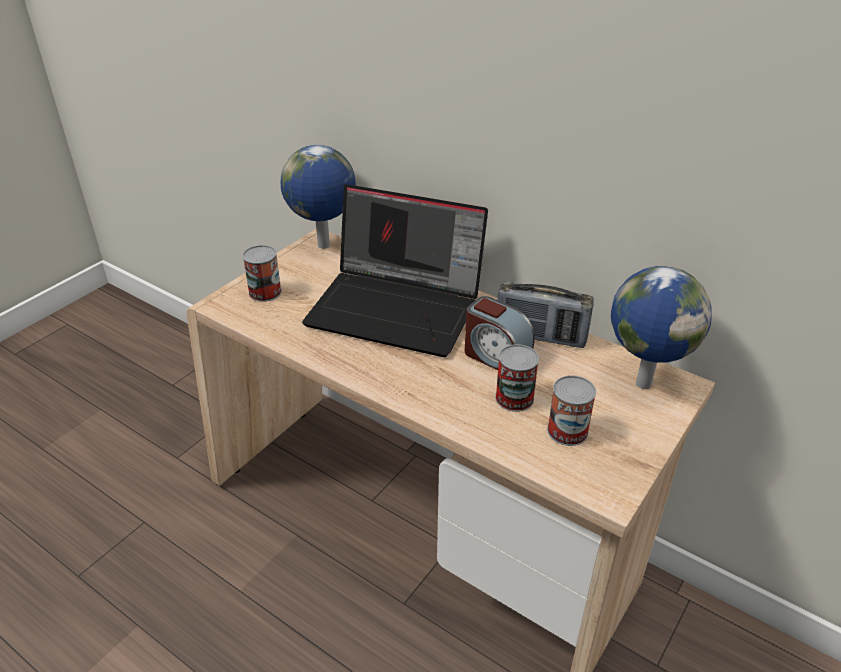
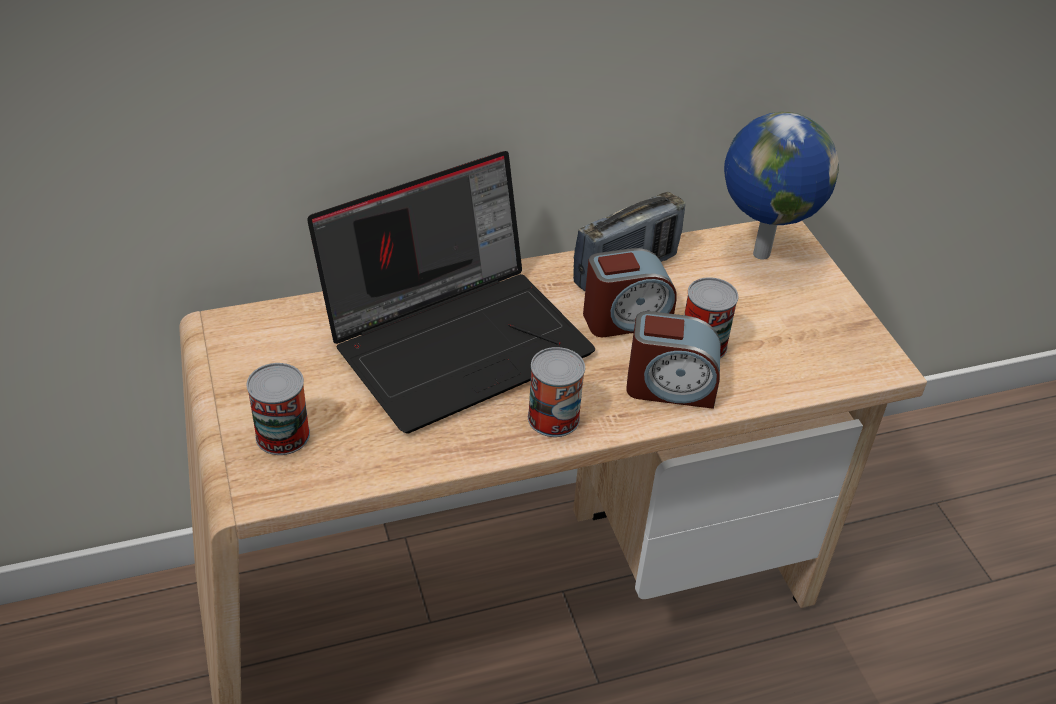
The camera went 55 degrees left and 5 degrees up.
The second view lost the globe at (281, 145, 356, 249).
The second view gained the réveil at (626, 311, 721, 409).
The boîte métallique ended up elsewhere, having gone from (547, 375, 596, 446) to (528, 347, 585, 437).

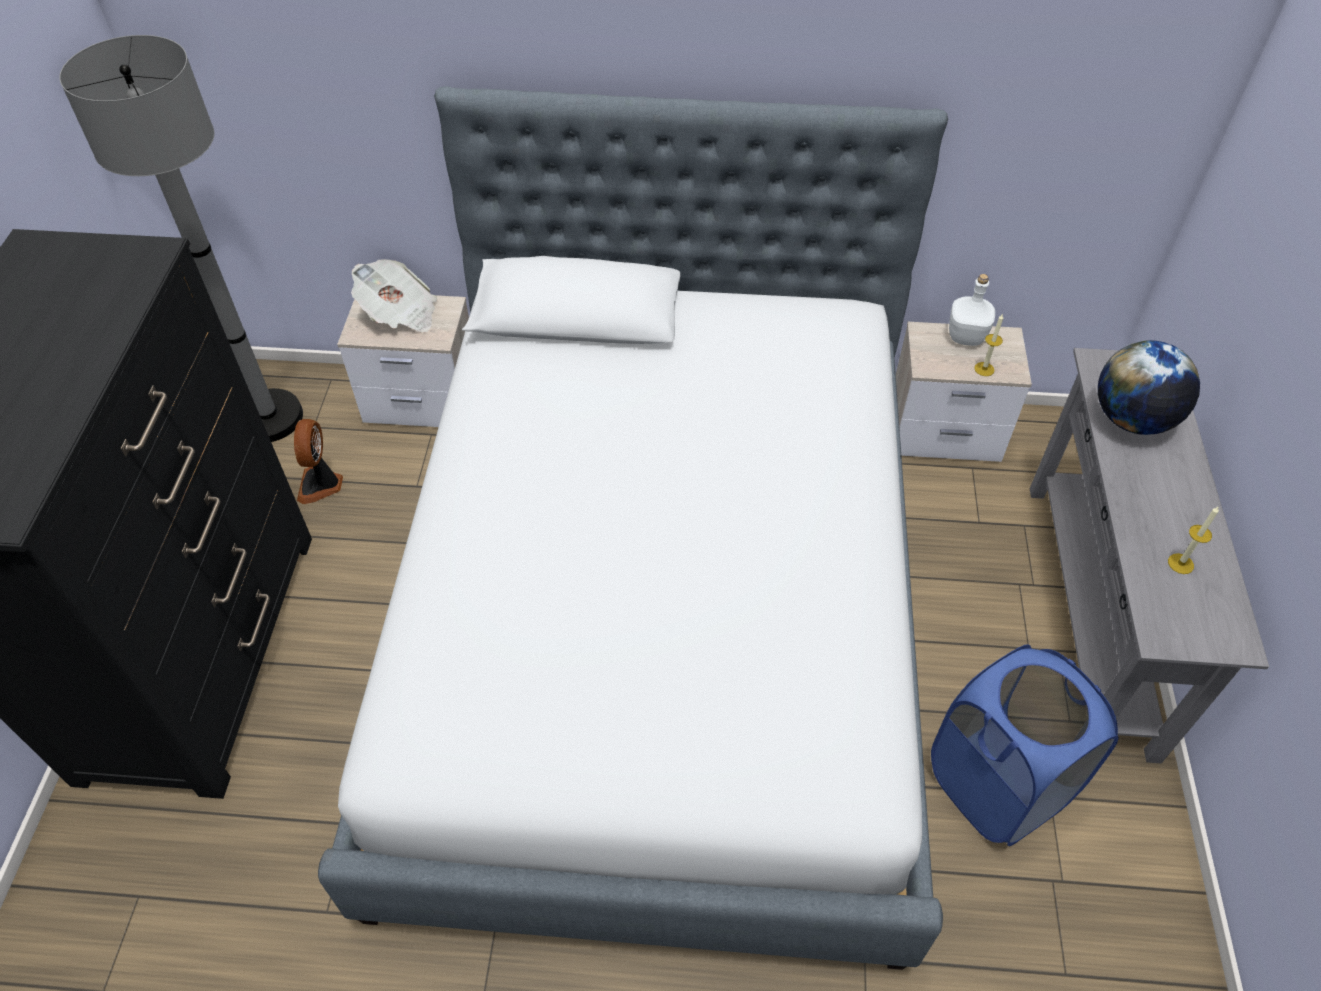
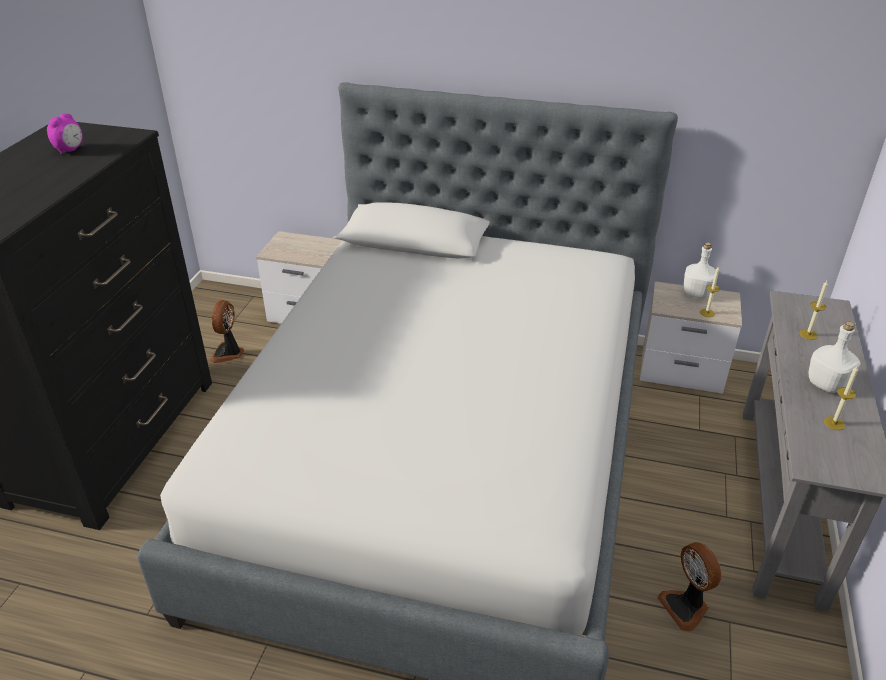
The camera went 10 degrees right and 15 degrees down.
The second view lost the lampadaire (gris) at (59, 35, 303, 442).
The second view lost the journal at (351, 259, 437, 333).
The second view gained the réveil at (47, 113, 83, 154).
The second view gained the bouteille (blanc) at (809, 321, 861, 393).
Where the panier à linge (bleu) stood at (931, 644, 1118, 846), the ventilateur came to stand at (657, 542, 721, 632).
Where the globe stood at (1098, 340, 1200, 435), the bougie came to stand at (799, 281, 828, 340).

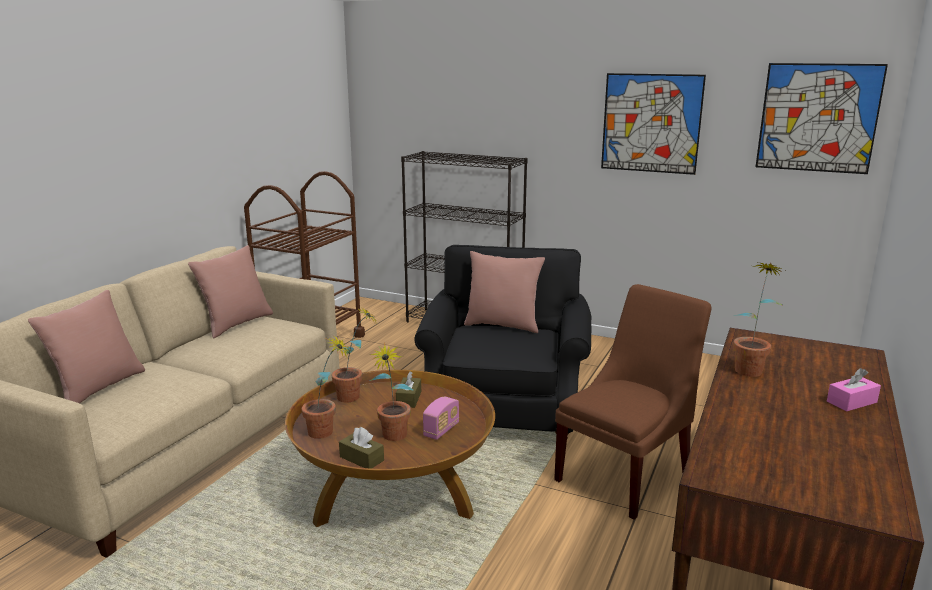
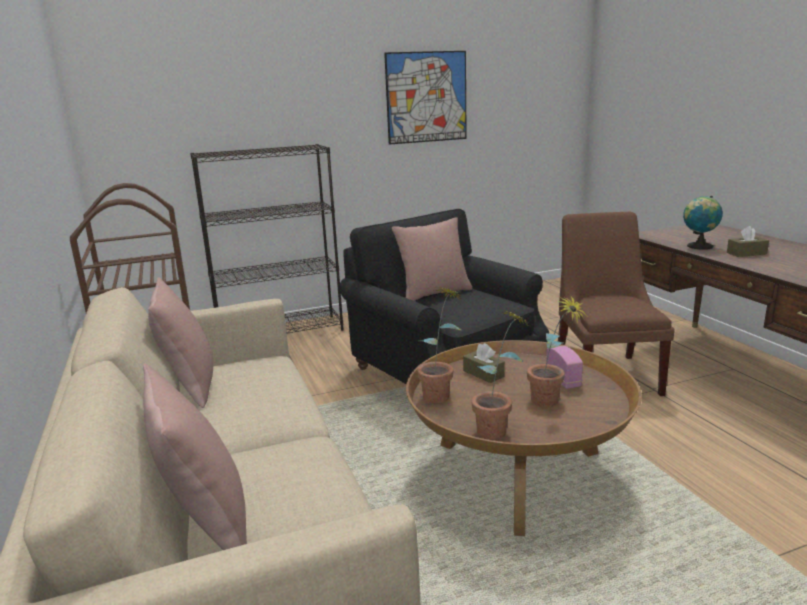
The camera went 45 degrees left and 0 degrees up.
The second view lost the tableau at (756, 63, 888, 174).
The second view lost the boîte à mouchoirs (rose) at (827, 368, 881, 411).
The boîte à mouchoirs (marron) ended up elsewhere, having gone from (339, 427, 384, 469) to (727, 226, 769, 257).
Where the plante en pot stood at (733, 262, 785, 377), the globe came to stand at (683, 196, 723, 250).

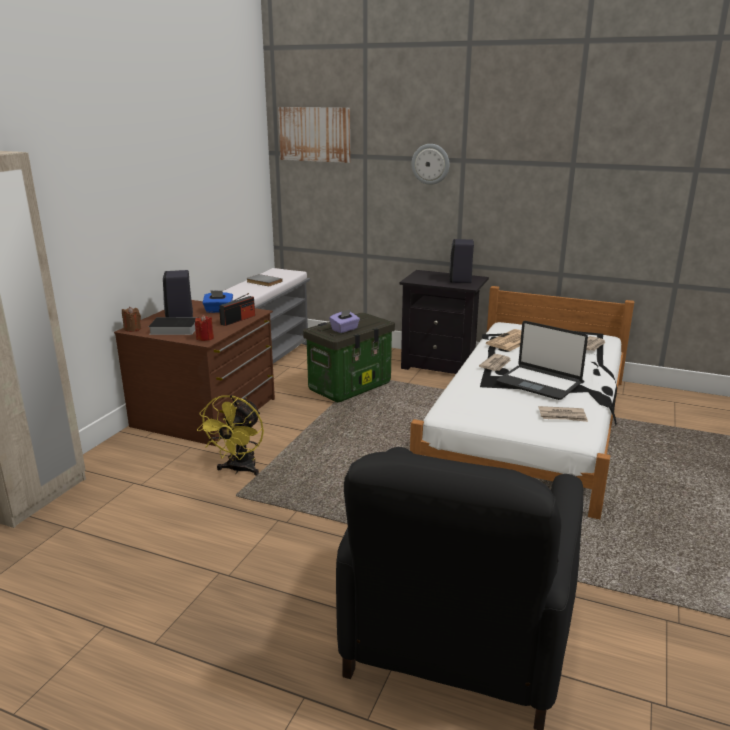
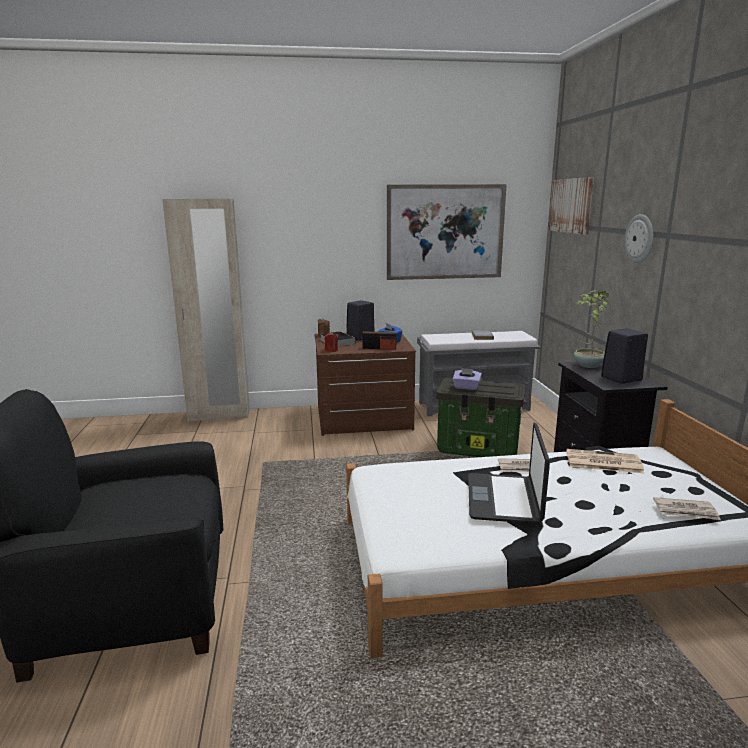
The camera went 60 degrees right and 5 degrees down.
The second view lost the ventilateur (jaune) at (197, 395, 264, 476).
The second view lost the journal at (539, 406, 588, 422).
The second view gained the tableau at (387, 184, 507, 280).
The second view gained the plante en pot at (574, 291, 609, 368).

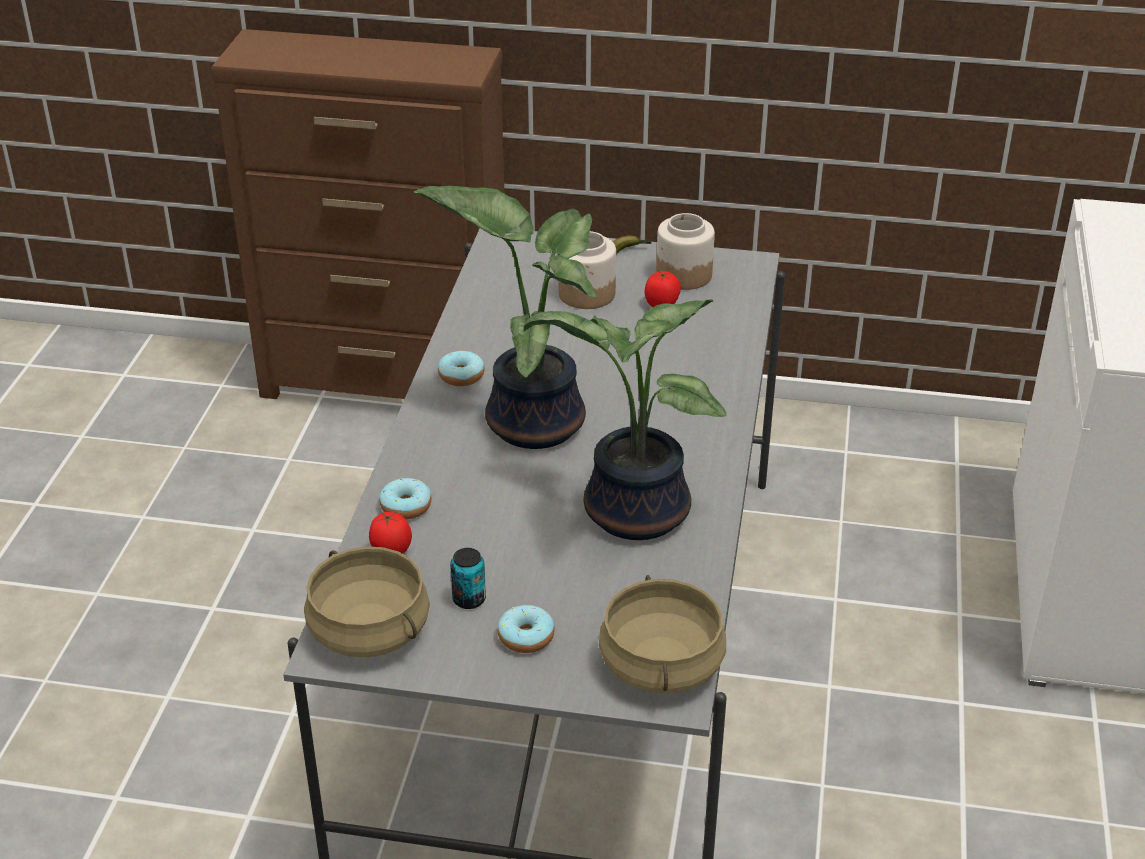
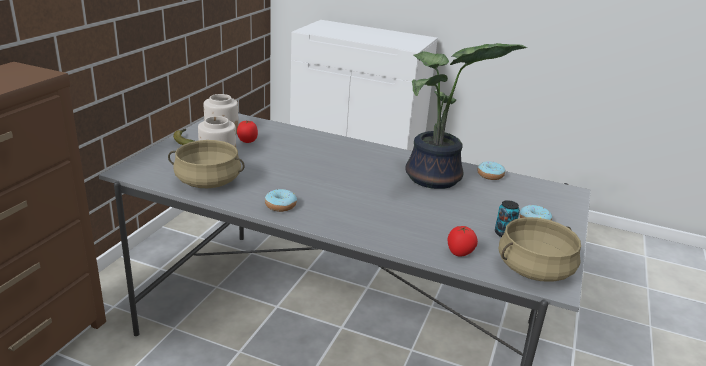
The camera went 80 degrees left and 10 degrees down.
The second view lost the plante en pot at (414, 186, 597, 449).
The beignet ended up elsewhere, having gone from (379, 478, 432, 520) to (477, 161, 505, 180).
The marmite (beige) ended up elsewhere, having gone from (599, 575, 726, 694) to (168, 140, 245, 188).

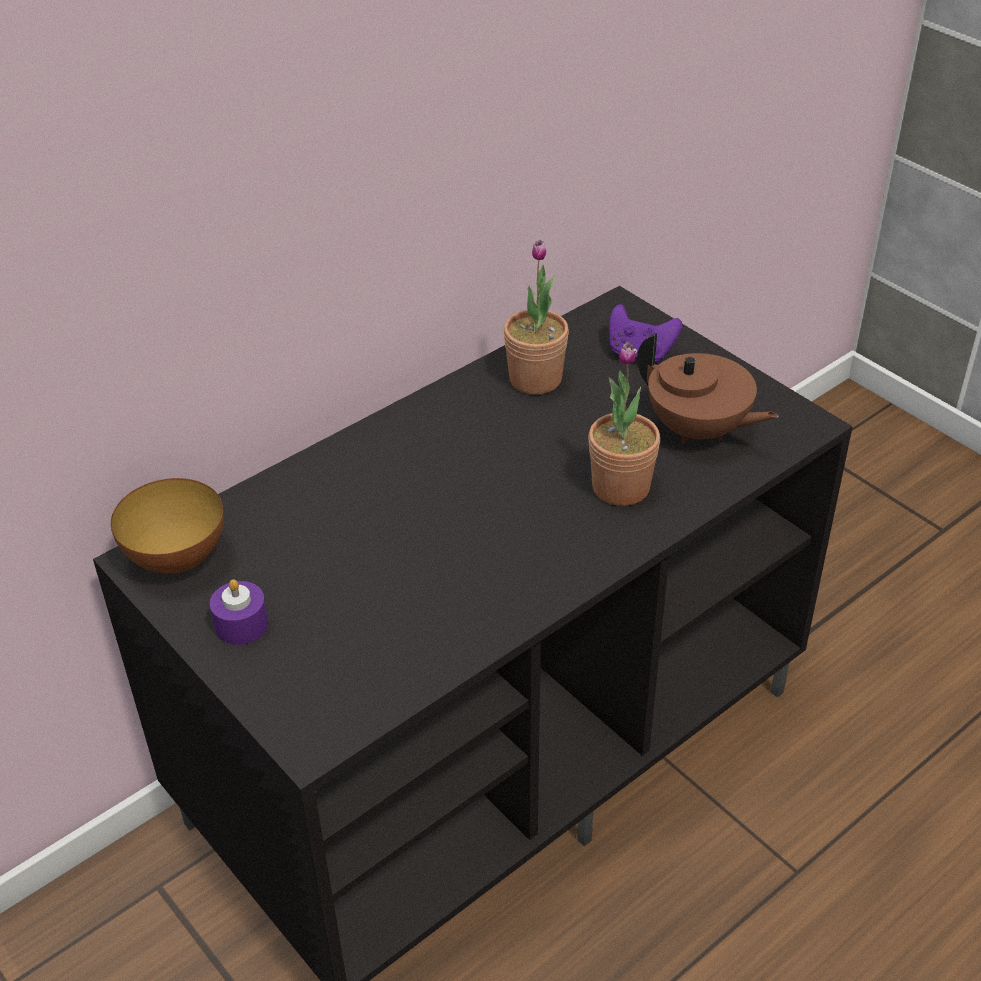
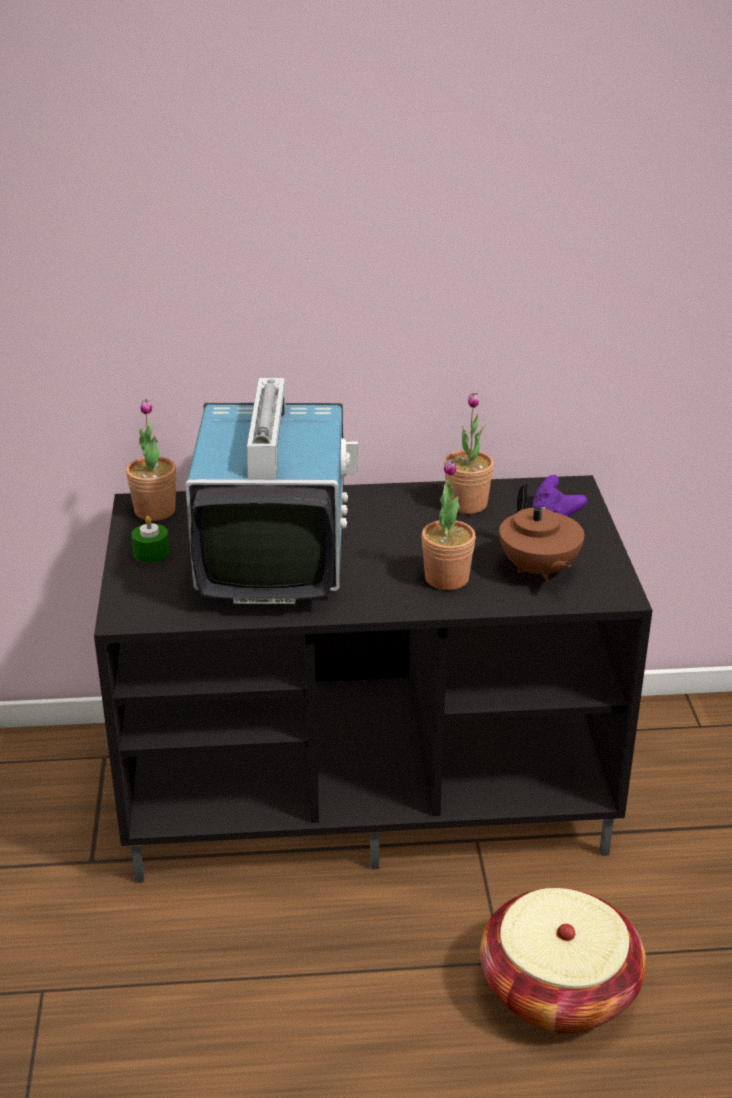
The camera went 35 degrees right and 10 degrees down.
The second view gained the téléviseur at (185, 378, 358, 604).
The second view gained the panier at (480, 888, 646, 1033).
Where the bol stood at (111, 478, 224, 573), the plante en pot came to stand at (126, 399, 177, 521).
What was the bougie (violet) at (210, 579, 268, 645) turned into the bougie (vert) at (131, 516, 170, 563).

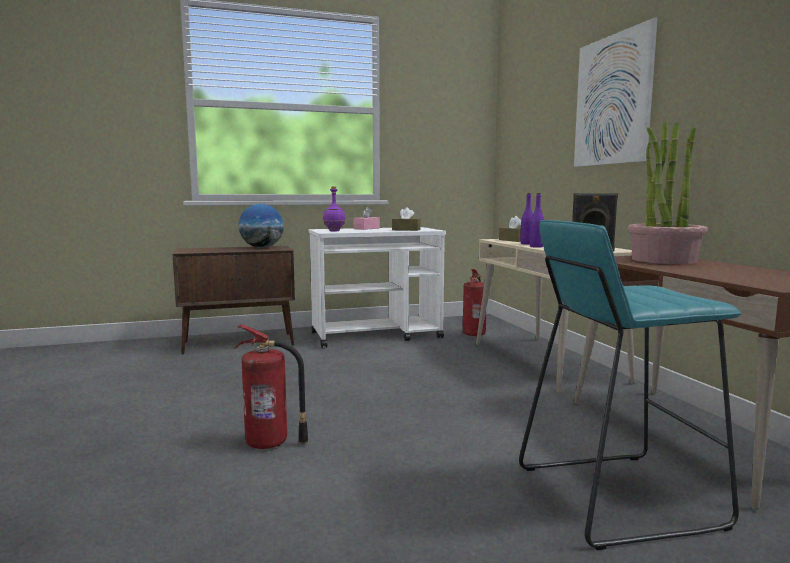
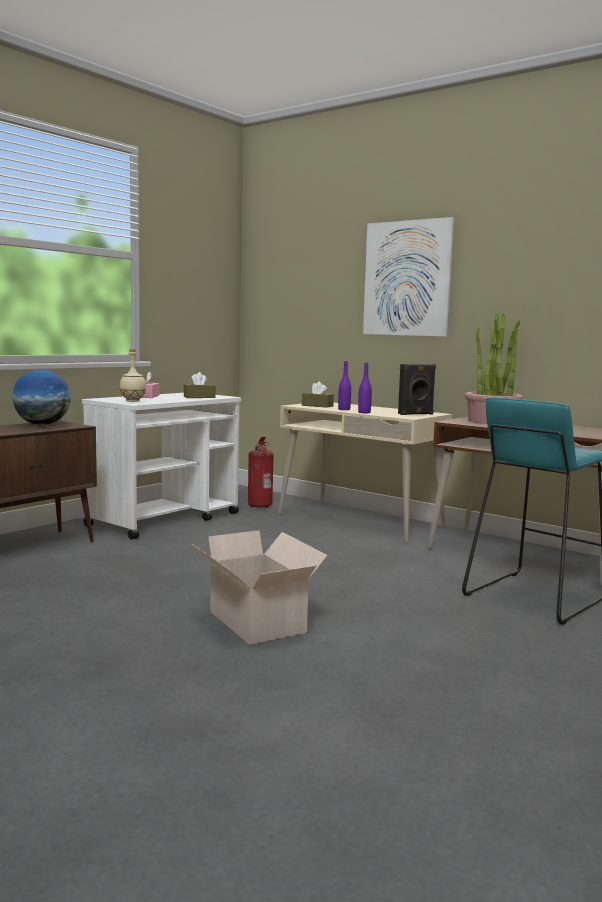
The camera went 35 degrees left and 0 degrees up.
Where the extincteur stood at (234, 325, 309, 449), the carton came to stand at (191, 530, 328, 645).
What was the bouteille (violet) at (323, 186, 346, 231) turned into the bouteille (beige) at (120, 349, 146, 402).

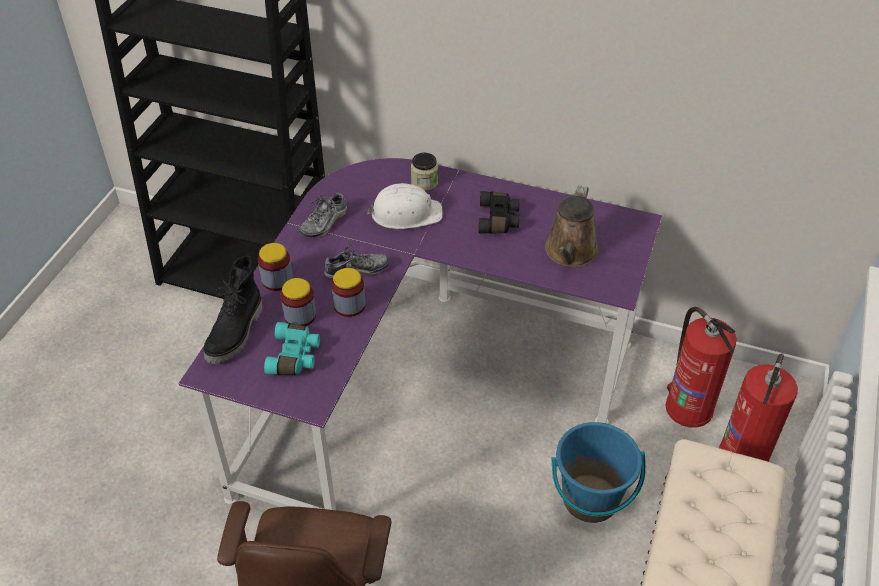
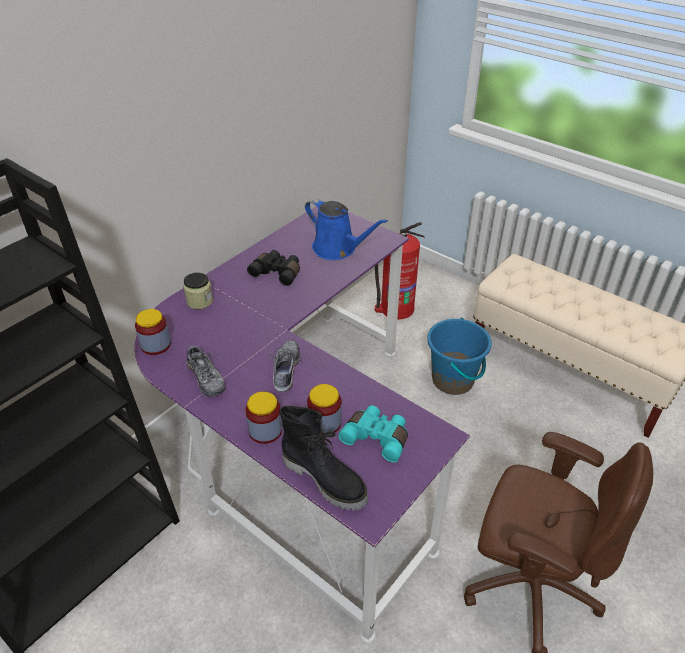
The camera went 70 degrees left and 5 degrees down.
The second view lost the casque de chantier (blanc) at (367, 183, 443, 229).
The second view lost the extincteur at (719, 353, 798, 462).
The bocal ended up elsewhere, having gone from (331, 268, 366, 317) to (135, 309, 171, 355).
What was the arrosoir (marron) at (545, 185, 599, 267) turned into the arrosoir (bleu) at (305, 198, 388, 260).

